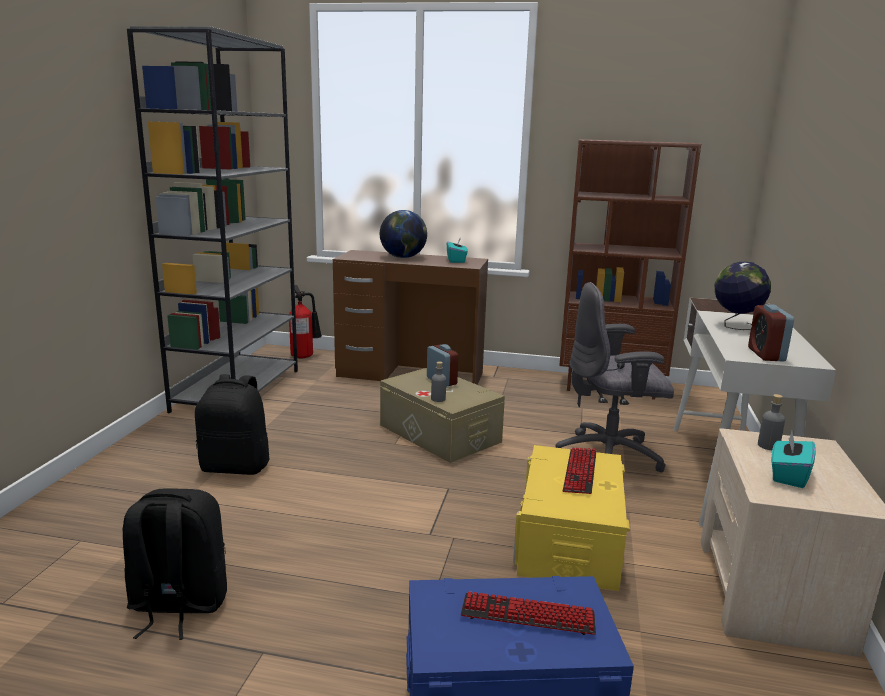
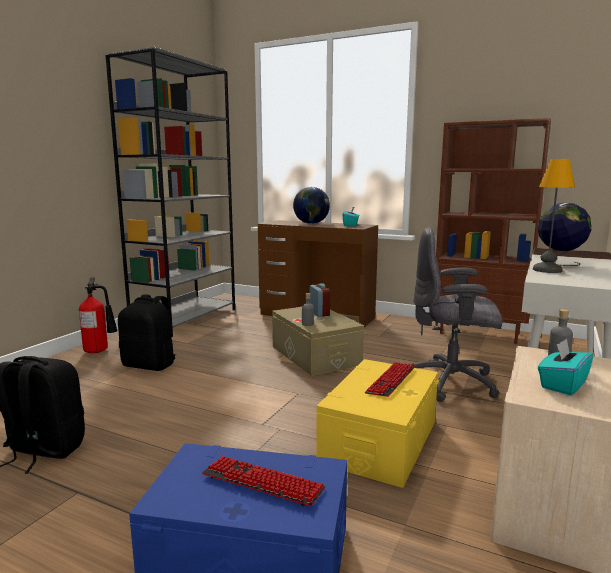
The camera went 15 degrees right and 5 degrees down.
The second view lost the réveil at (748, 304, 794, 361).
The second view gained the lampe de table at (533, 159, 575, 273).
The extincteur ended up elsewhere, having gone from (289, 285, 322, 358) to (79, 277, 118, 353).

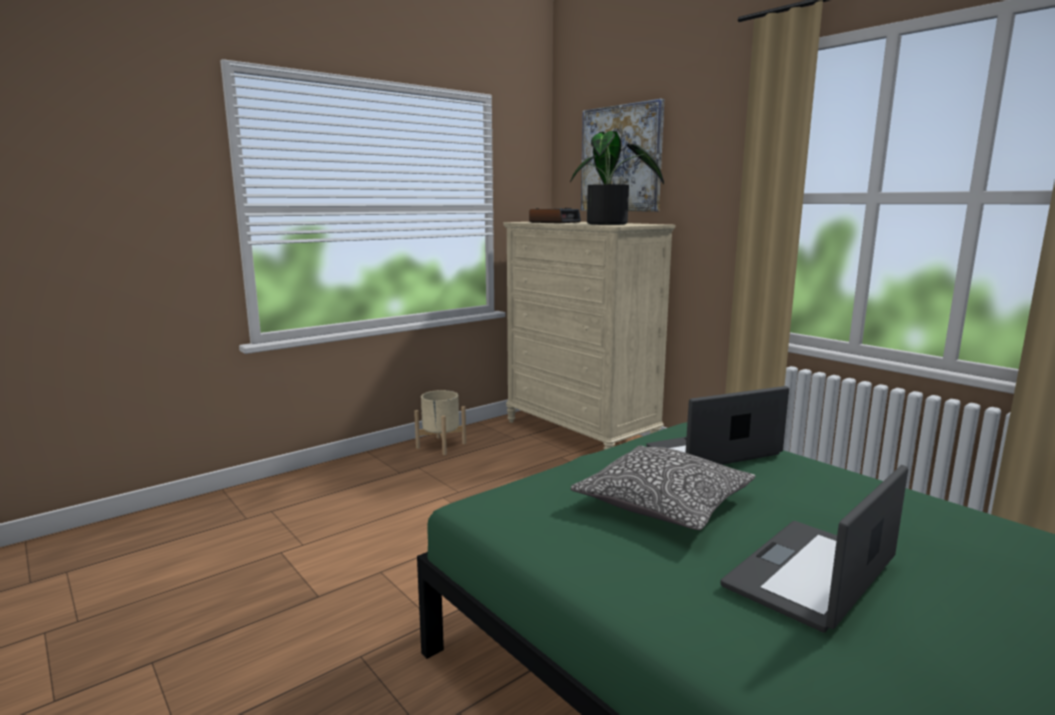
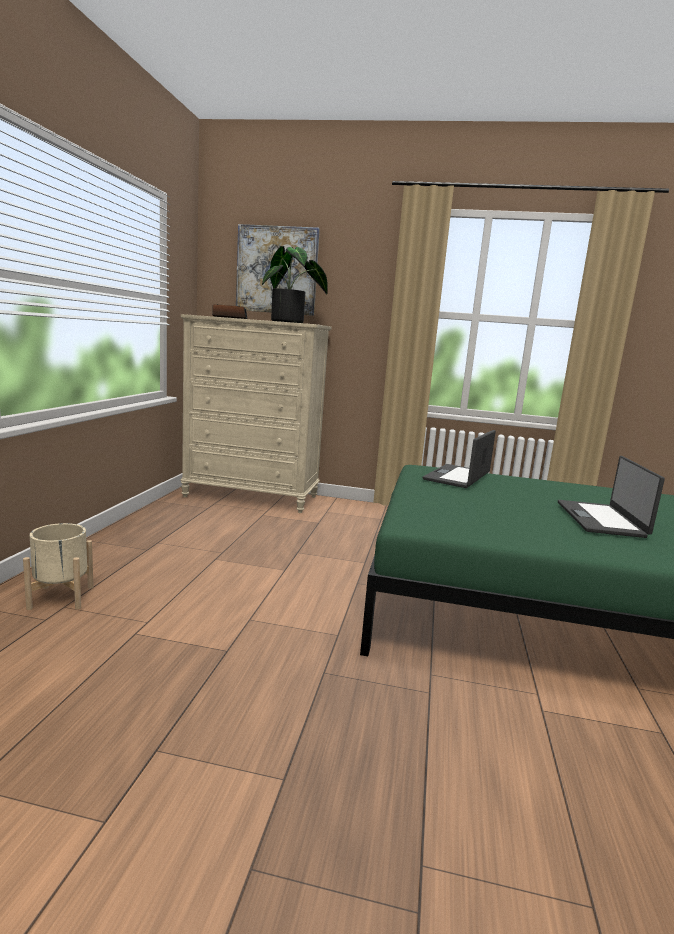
The camera went 40 degrees left and 0 degrees up.
The second view lost the coussin at (570, 446, 756, 530).
The cache-pot (beige) ended up elsewhere, having gone from (414, 390, 466, 455) to (23, 523, 94, 610).

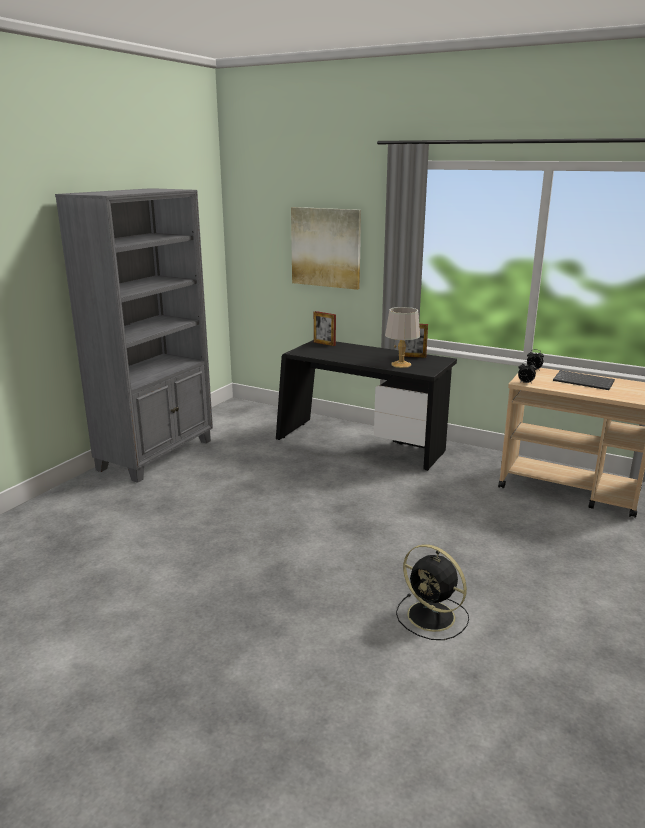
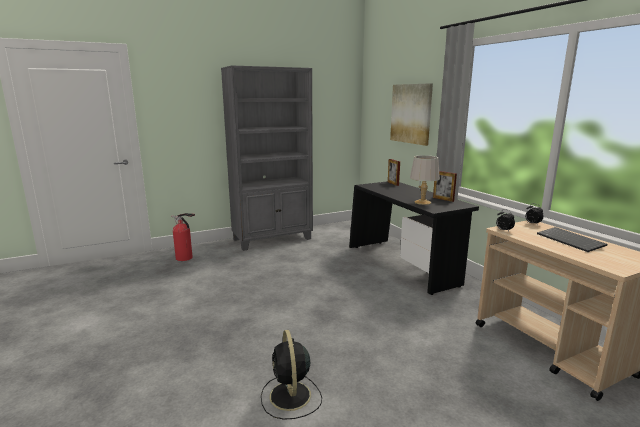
The camera went 35 degrees right and 5 degrees down.
The second view gained the extincteur at (171, 213, 195, 261).

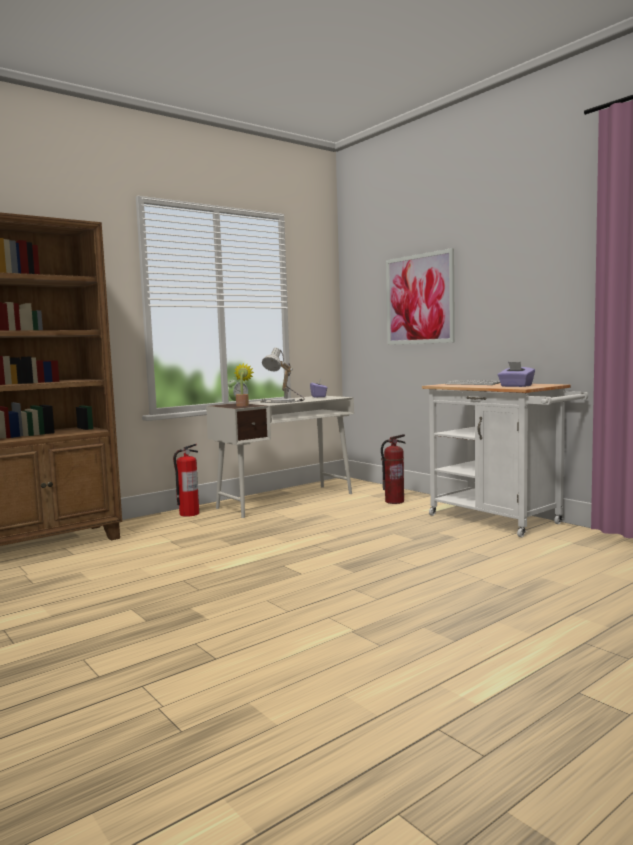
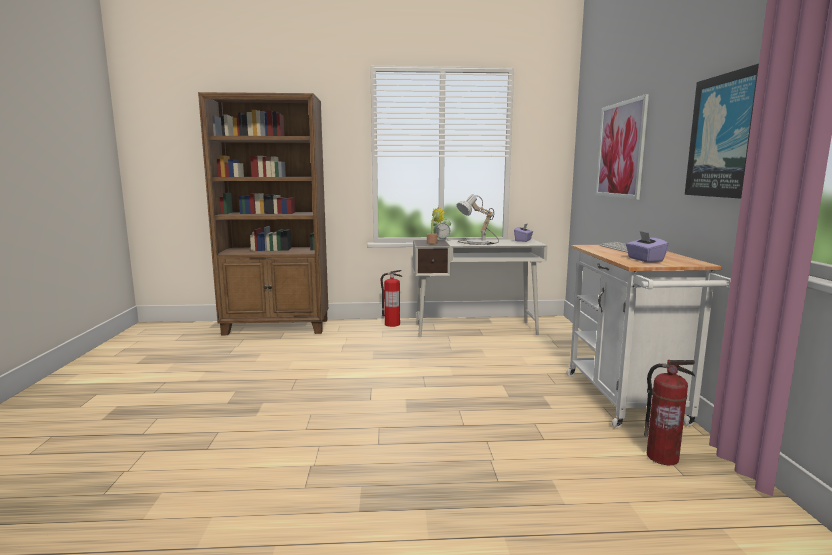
The camera went 35 degrees right and 5 degrees up.
The second view gained the tableau at (685, 64, 759, 199).
The extincteur ended up elsewhere, having gone from (381, 434, 406, 504) to (644, 360, 695, 465).

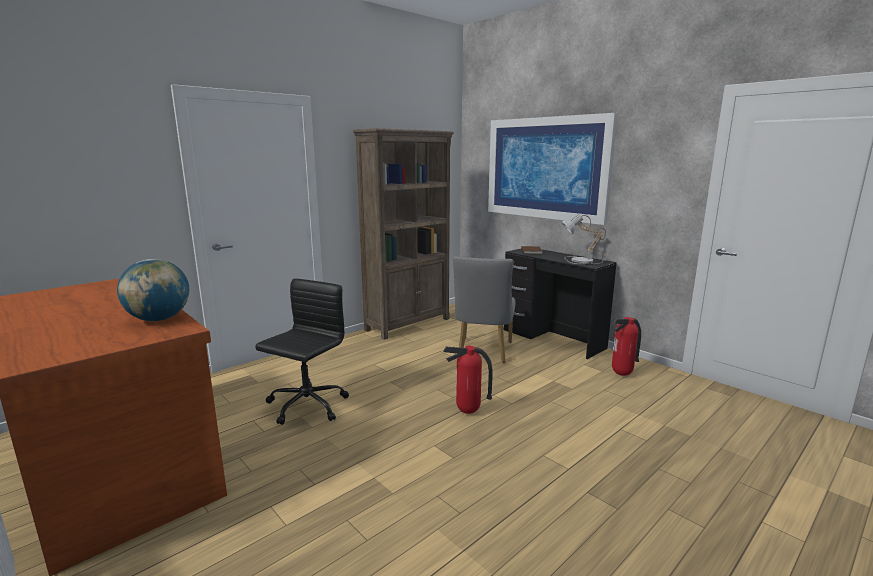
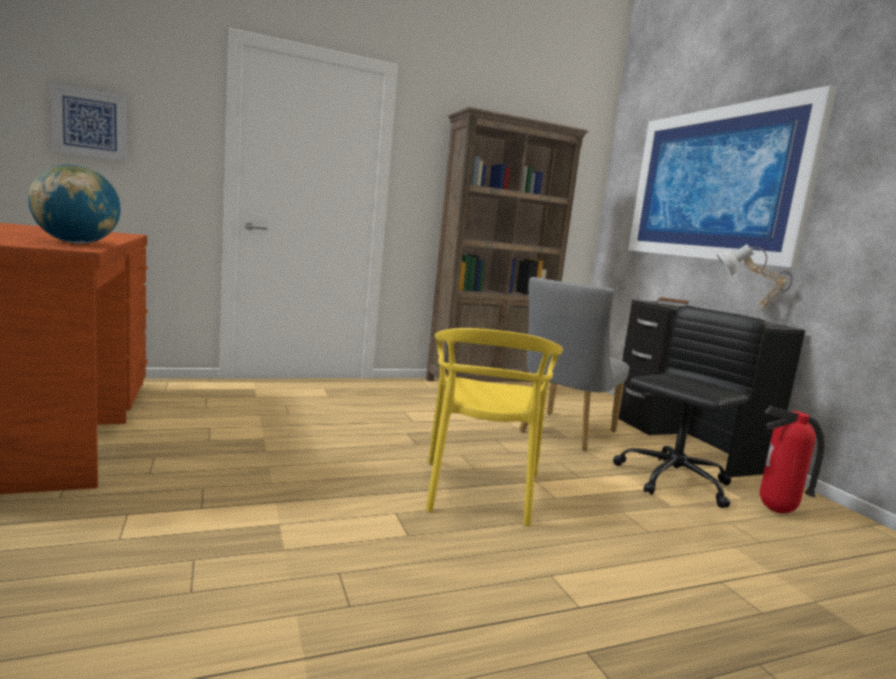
The camera went 20 degrees right and 5 degrees down.
The second view gained the tableau at (51, 83, 127, 161).
The chaise de bureau (noir) ended up elsewhere, having gone from (255, 279, 349, 425) to (613, 306, 767, 508).
Where the extincteur stood at (443, 346, 493, 414), the chaise (jaune) came to stand at (426, 328, 563, 526).

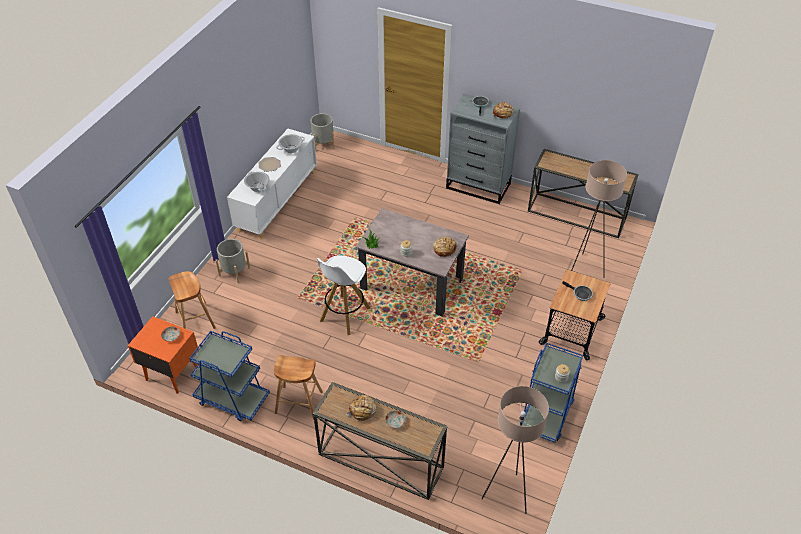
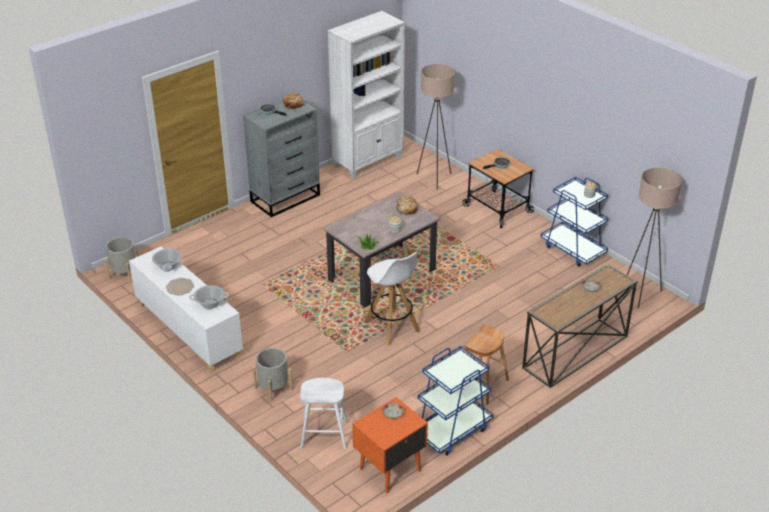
The camera went 65 degrees left and 10 degrees down.
The second view lost the pain at (346, 395, 377, 422).
Where the table console stood at (528, 149, 639, 238), the bibliothèque (blanc) came to stand at (328, 11, 405, 178).
What was the tabouret (marron) at (169, 271, 216, 329) turned into the tabouret (blanc) at (300, 378, 348, 449).

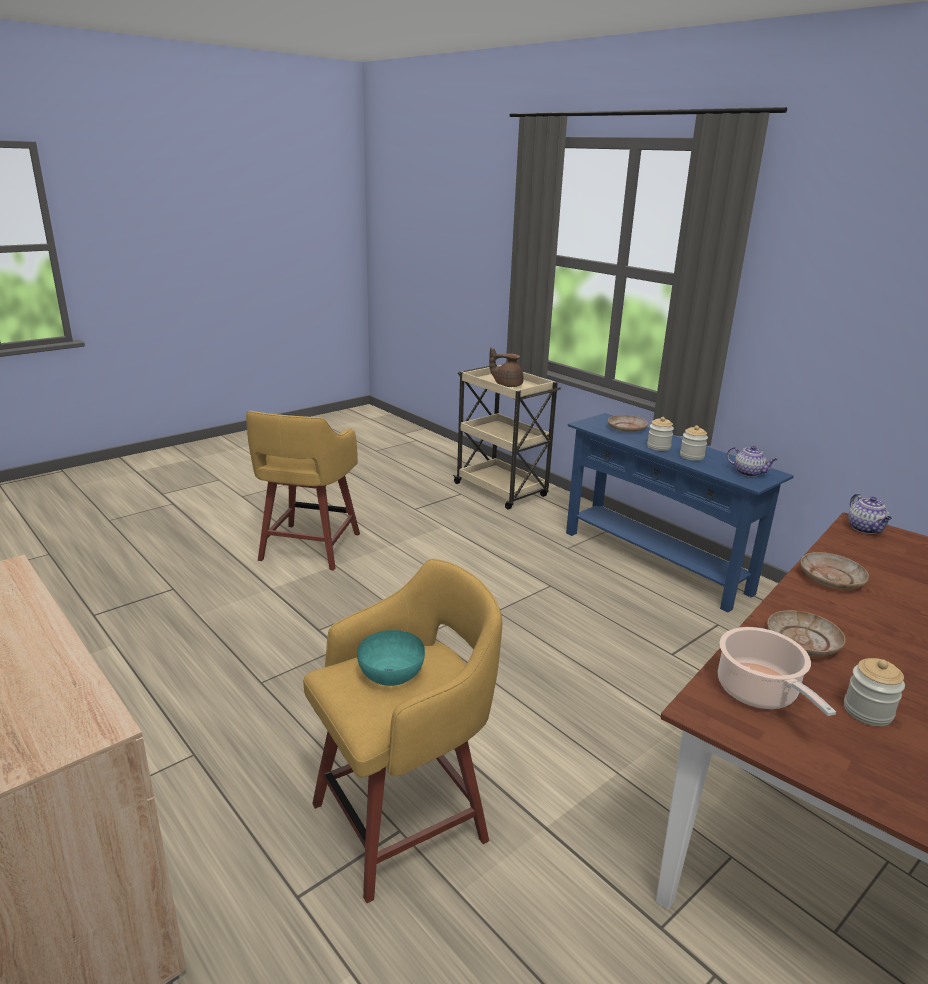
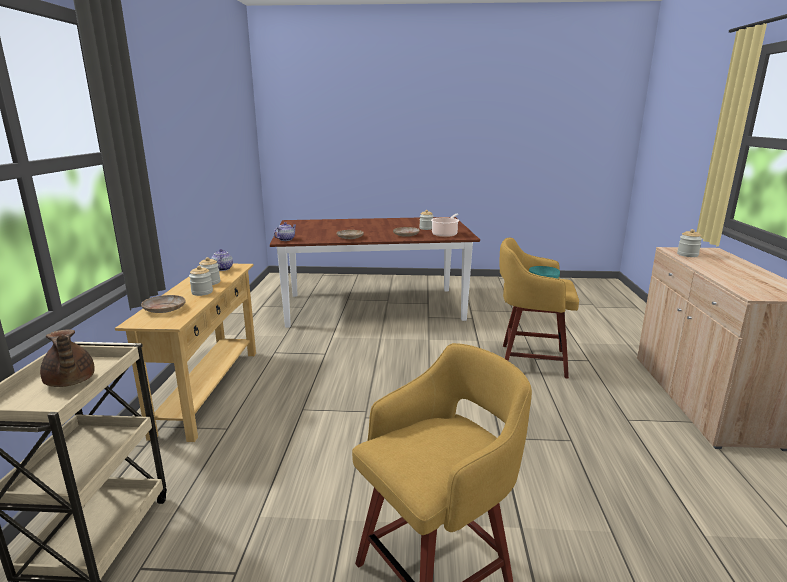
The camera went 135 degrees left and 5 degrees down.
The second view gained the bocal at (677, 229, 702, 257).
What was the table console (bleu) at (566, 413, 794, 612) turned into the table console (beige) at (115, 264, 256, 442).

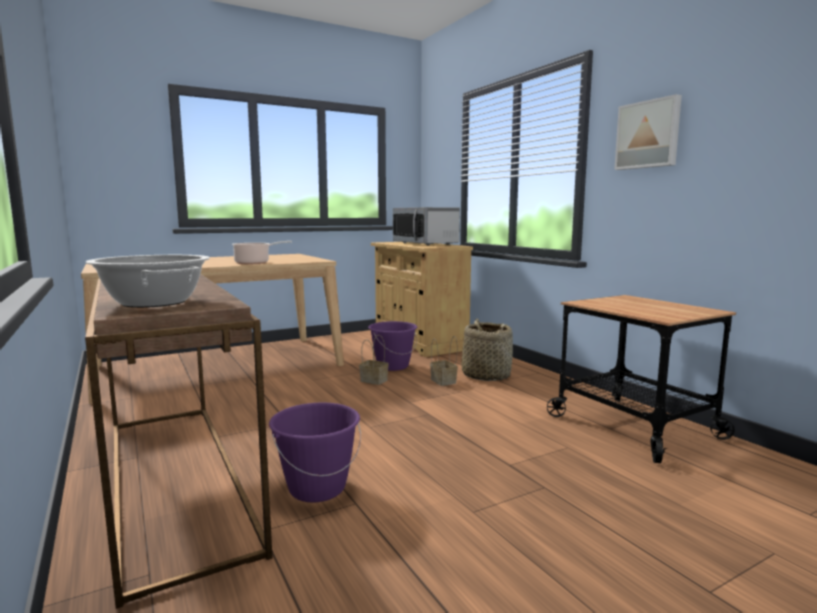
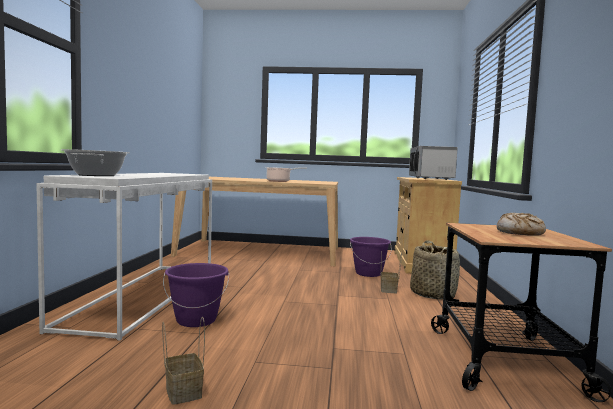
The camera went 35 degrees right and 5 degrees down.
The second view lost the tableau at (614, 94, 682, 170).
The second view gained the pain at (497, 213, 546, 236).
The panier ended up elsewhere, having gone from (359, 335, 389, 385) to (162, 317, 205, 405).
What was the table console (marron) at (85, 274, 273, 609) turned into the table console (blanc) at (36, 173, 212, 341).

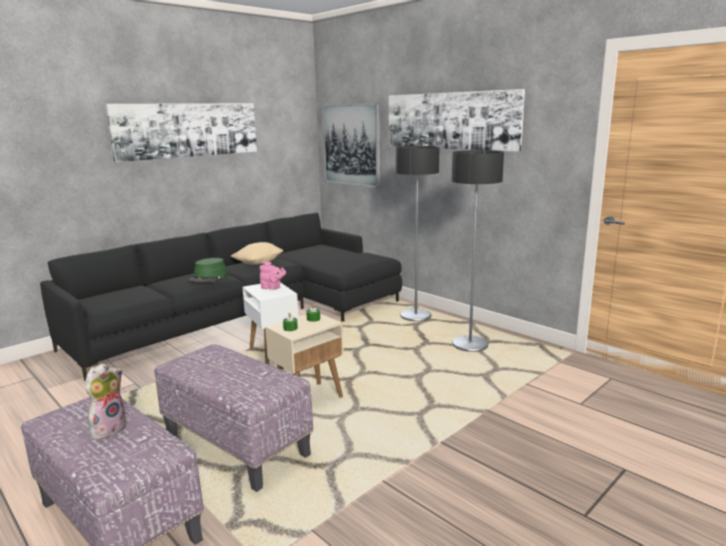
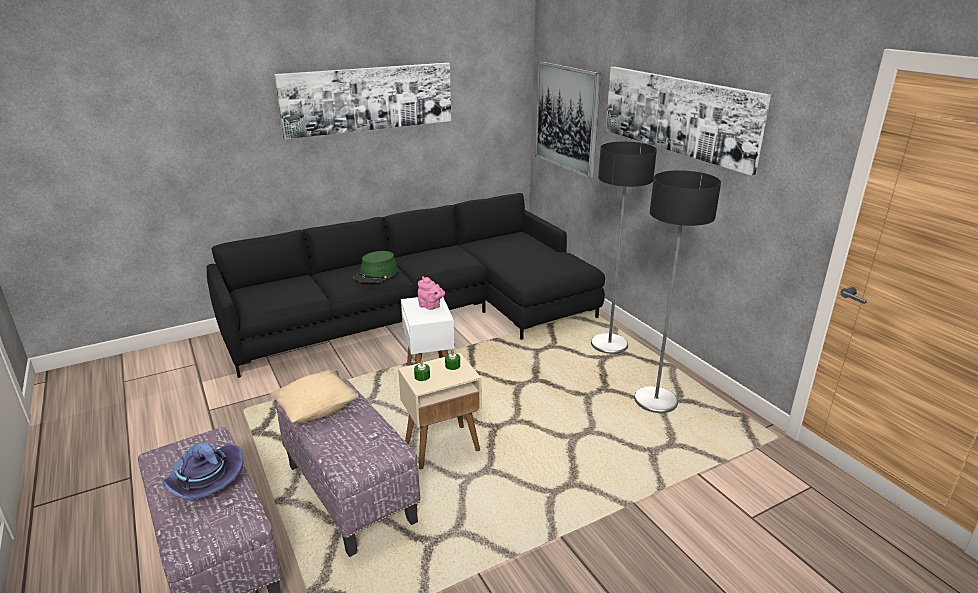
The camera went 15 degrees right and 10 degrees up.
The coussin (beige) ended up elsewhere, having gone from (231, 242, 284, 265) to (270, 369, 360, 422).
Where the peluche stood at (85, 363, 126, 440), the chapeau (violet) came to stand at (162, 442, 243, 501).

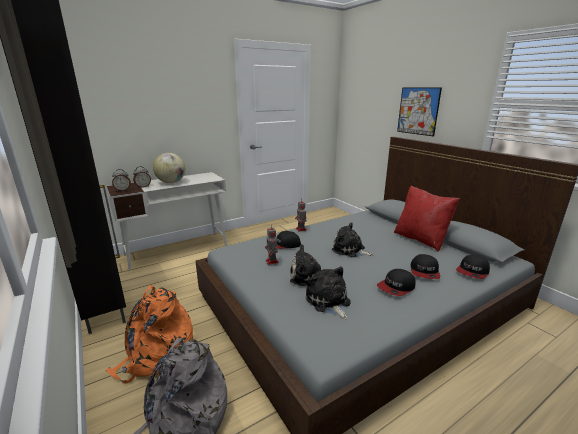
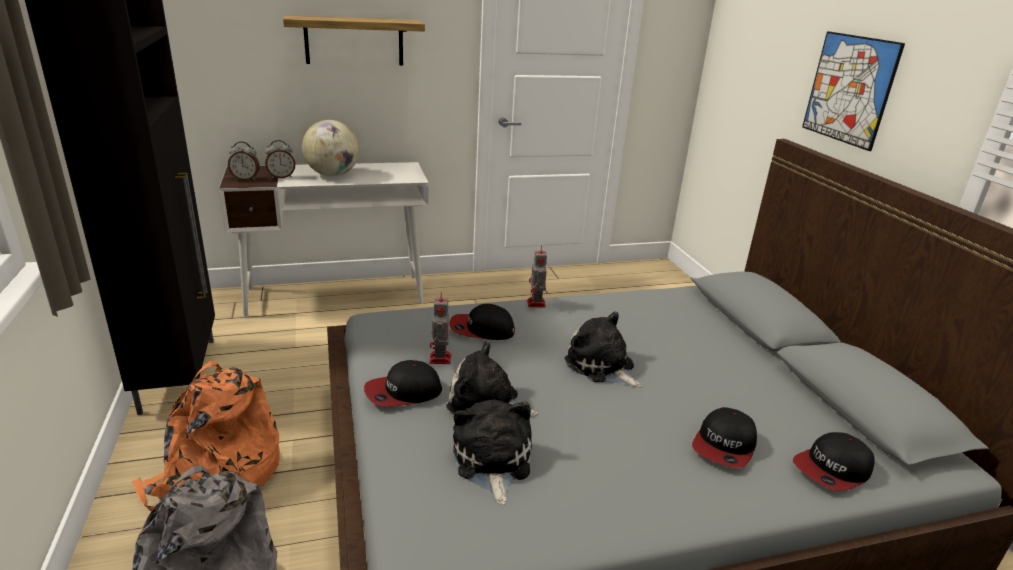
The camera went 15 degrees right and 5 degrees up.
The second view lost the coussin (rouge) at (394, 185, 460, 252).
The second view gained the étagère at (283, 15, 425, 66).
The casquette ended up elsewhere, having gone from (377, 269, 416, 296) to (364, 360, 442, 407).

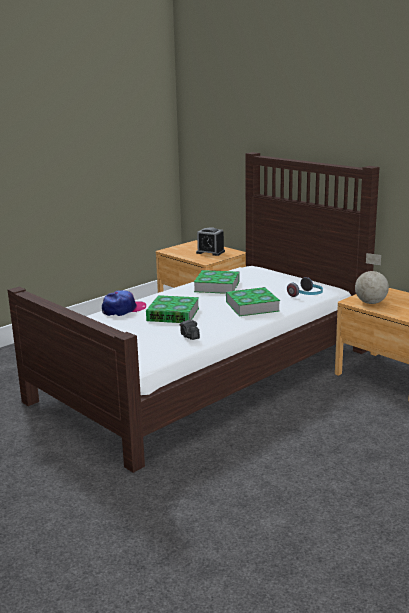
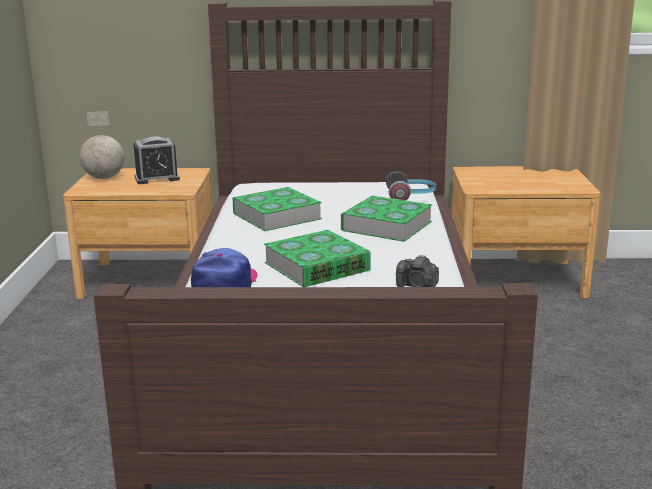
The camera went 45 degrees left and 0 degrees up.
The globe ended up elsewhere, having gone from (355, 253, 389, 304) to (79, 111, 124, 179).

